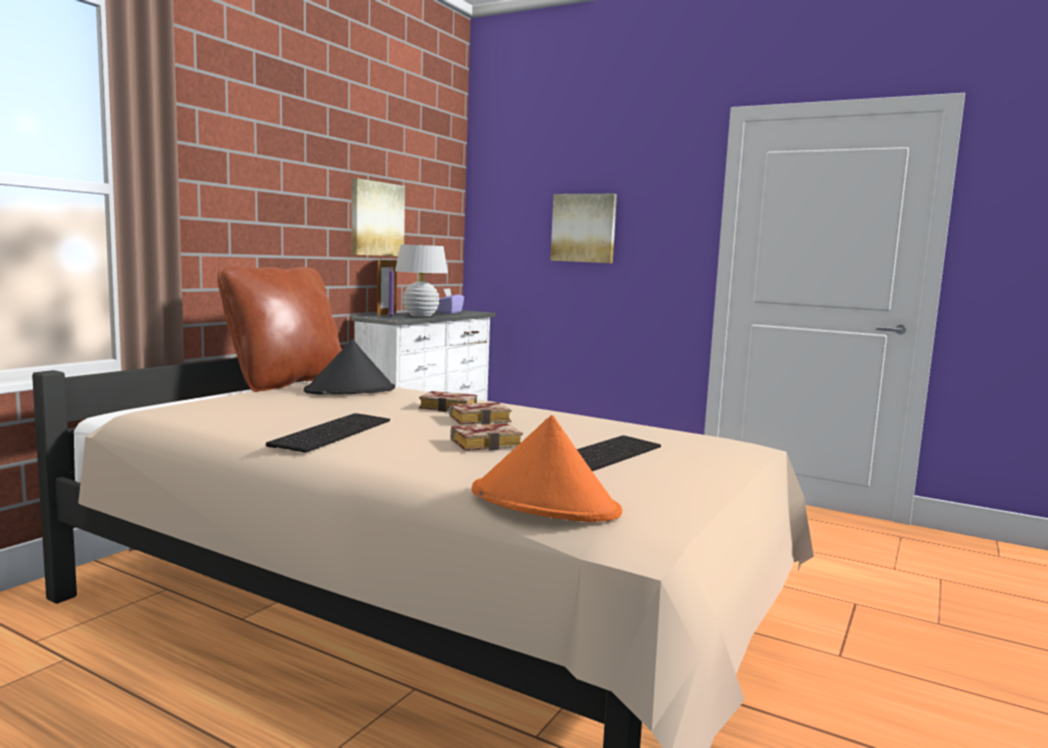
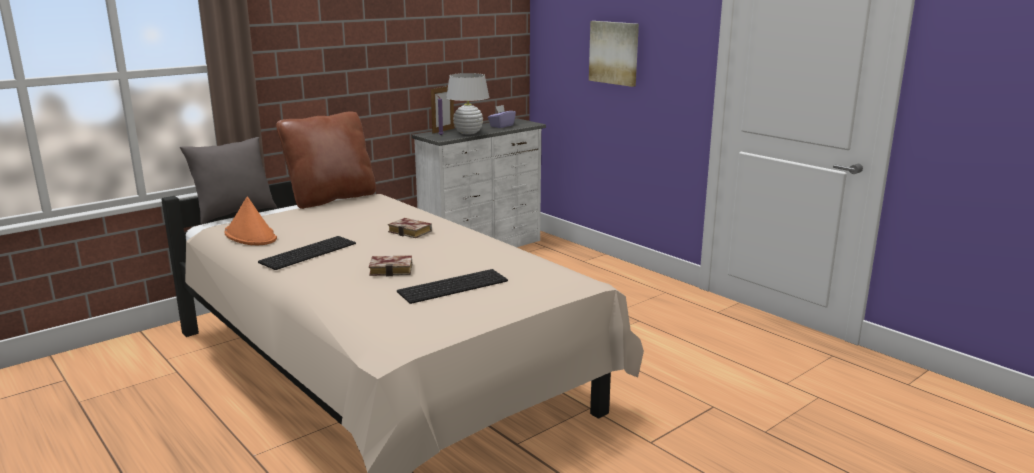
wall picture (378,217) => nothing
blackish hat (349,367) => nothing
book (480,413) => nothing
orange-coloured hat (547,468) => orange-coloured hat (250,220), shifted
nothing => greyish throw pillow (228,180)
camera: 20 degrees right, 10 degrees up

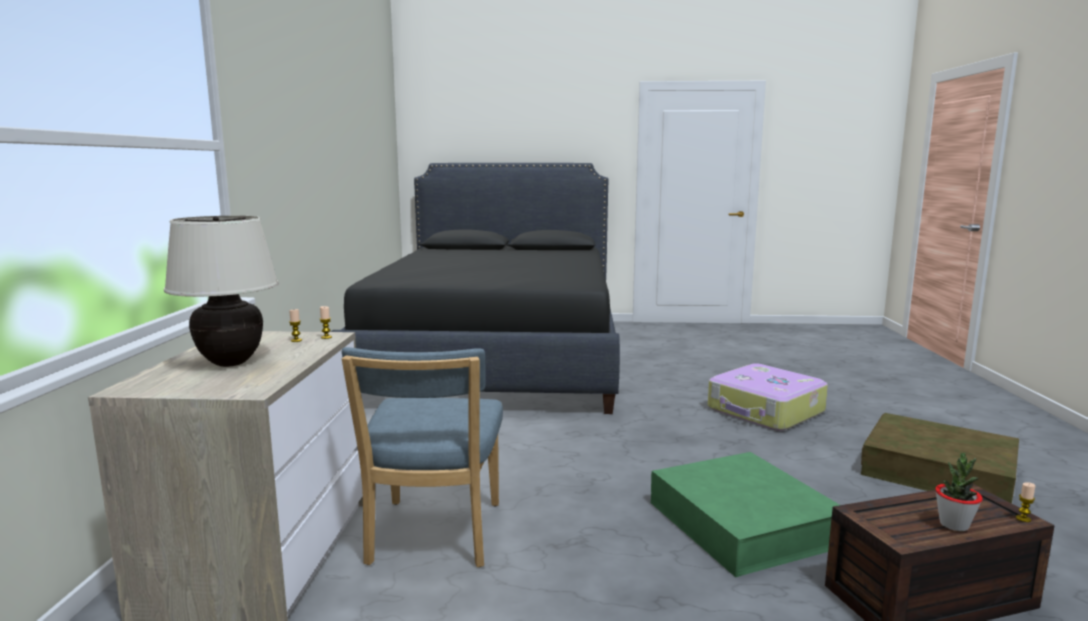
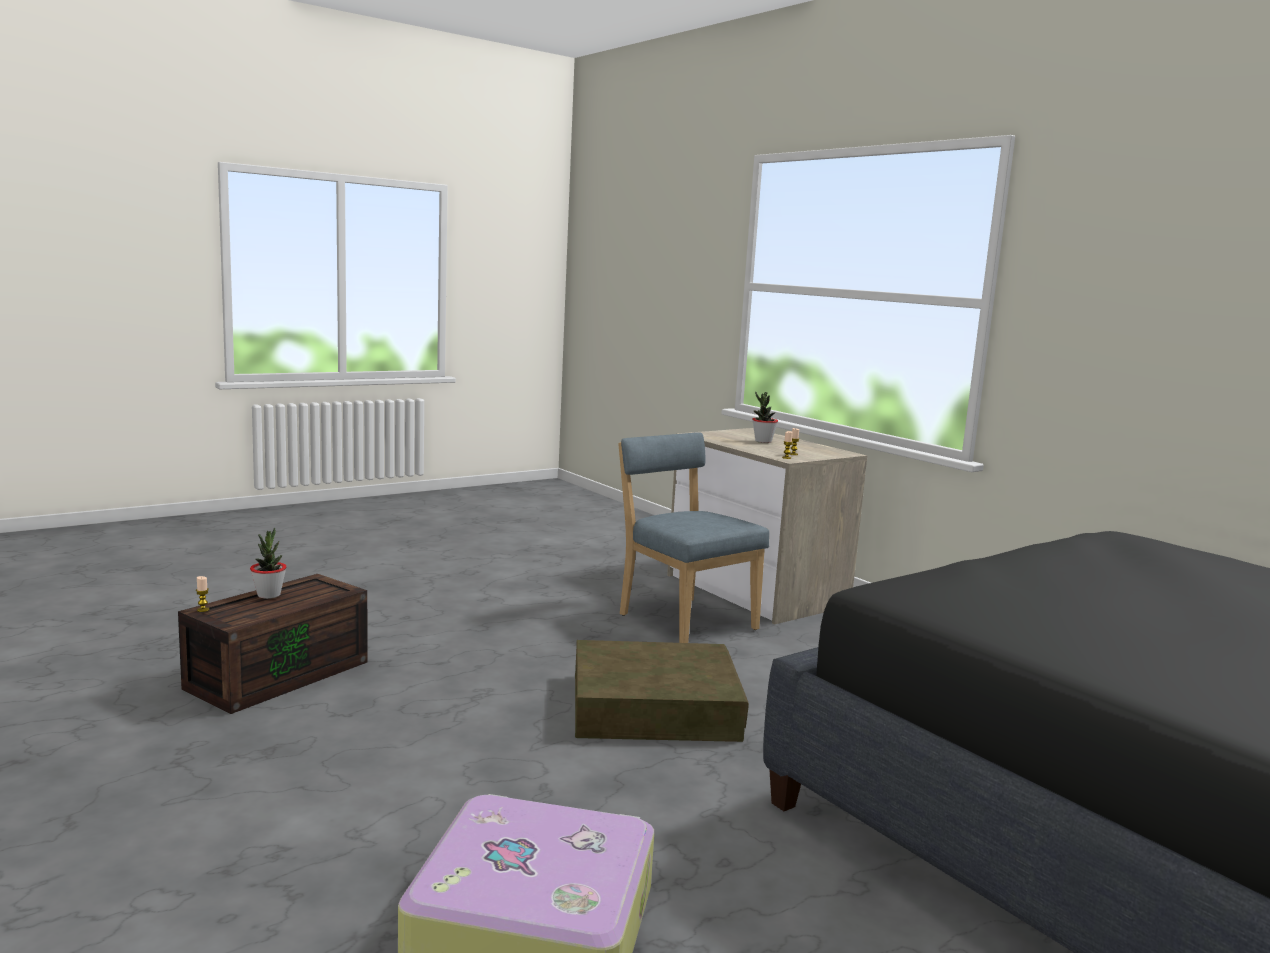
beige lamp for a table (221,291) => houseplant (765,417)
brownish storage bin (940,458) => brownish storage bin (662,691), shifted
greenish storage bin (745,514) => nothing
camera: 140 degrees right, 0 degrees up

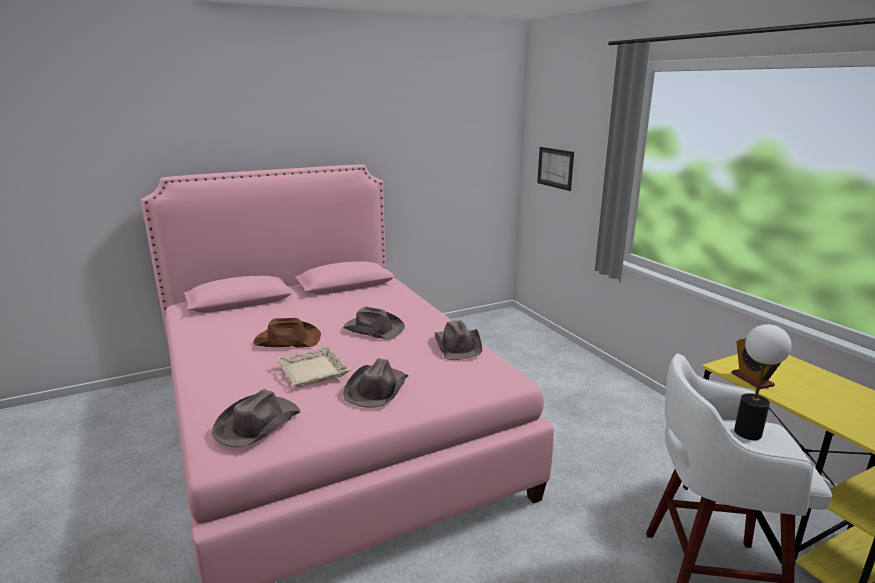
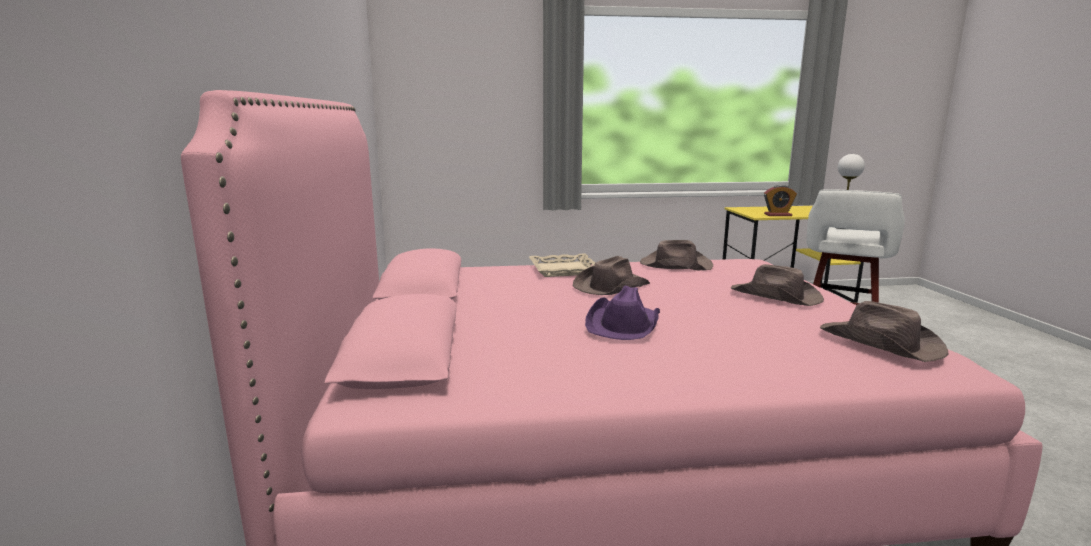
wall picture (555,169) => nothing
brownish hat (287,333) => purple-coloured hat (622,313)
beige tray (313,366) => beige tray (562,265), shifted
camera: 70 degrees left, 5 degrees down

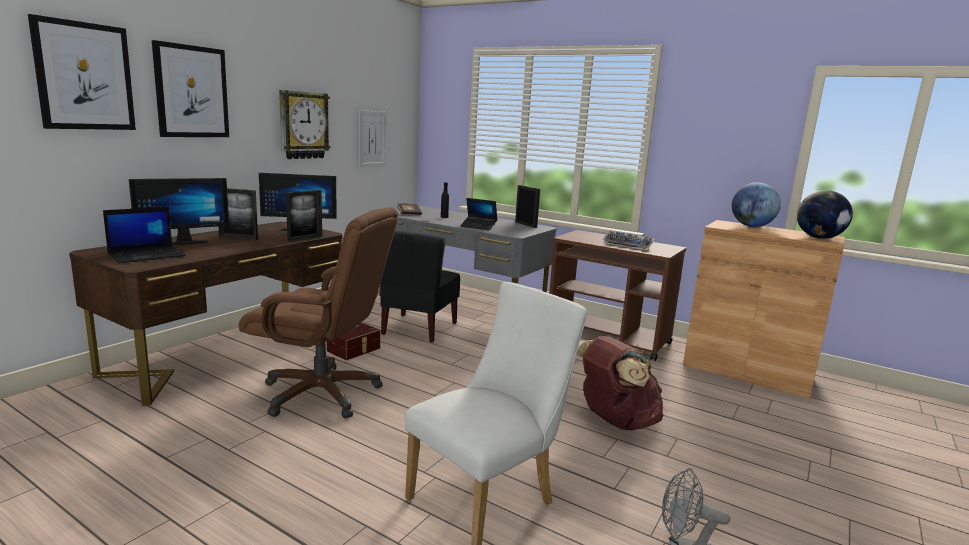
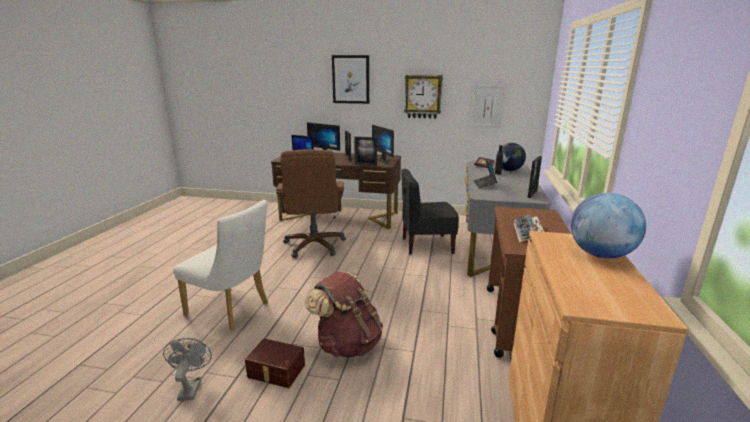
wall picture (82,72) => nothing
world globe (825,214) => world globe (511,157), shifted
brownish storage bin (353,341) => brownish storage bin (275,363), shifted
camera: 70 degrees right, 5 degrees up

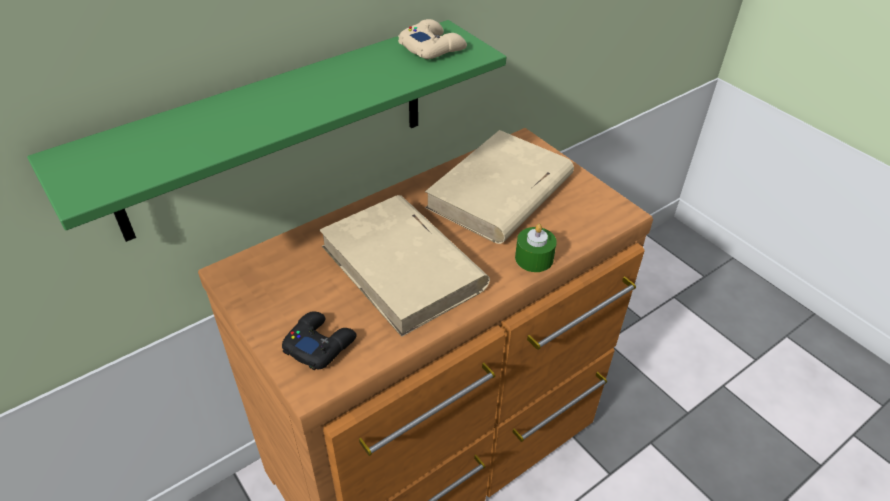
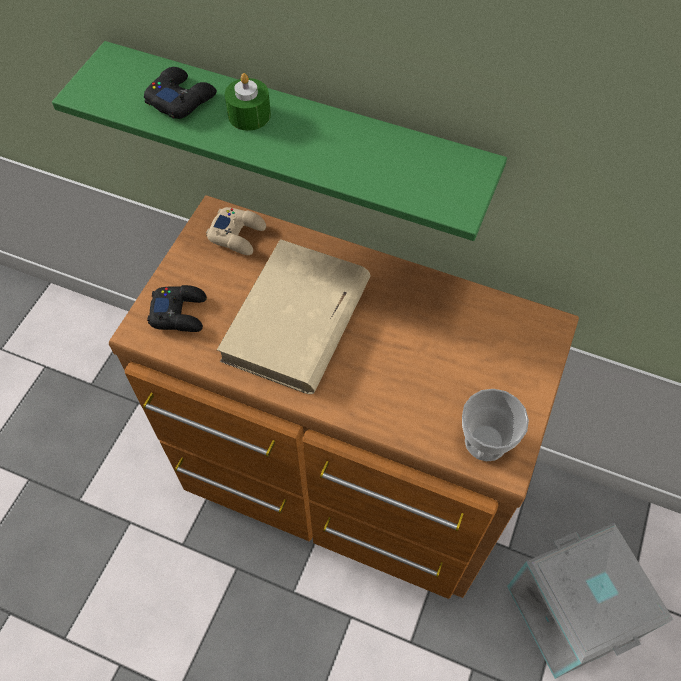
beige joypad (432,39) => beige joypad (236,231), shifted
beige book (499,187) => nothing
greenish wax candle (536,248) => greenish wax candle (248,102), shifted
nothing => blackish joypad (180,93)
nothing => drinking cup (495,425)
nothing => greyish storage bin (590,601)
camera: 60 degrees right, 15 degrees up

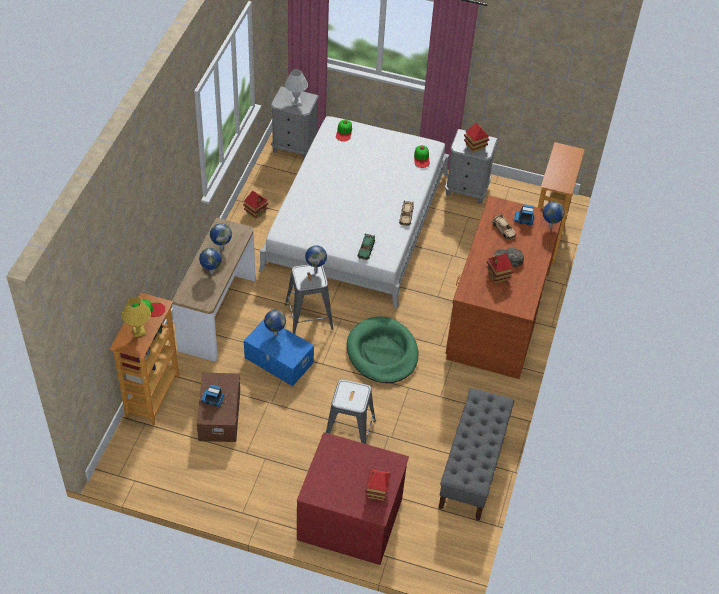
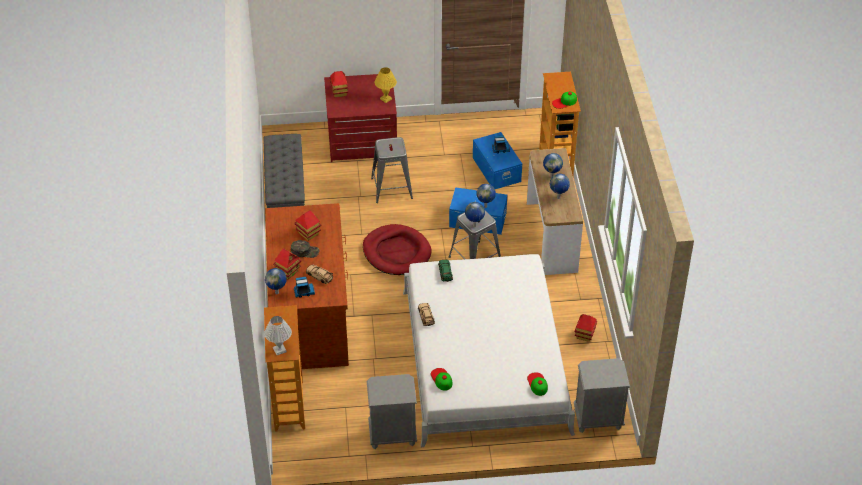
whitish lamp for a table (296,87) => whitish lamp for a table (278,335), shifted
model house (477,138) => model house (287,264), shifted
yellowish lamp for a table (136,317) => yellowish lamp for a table (385,85), shifted
greenish dog bed (383,350) => reddish dog bed (397,249)
brownish storage bin (218,407) => blue storage bin (497,160)
camera: 160 degrees right, 5 degrees down

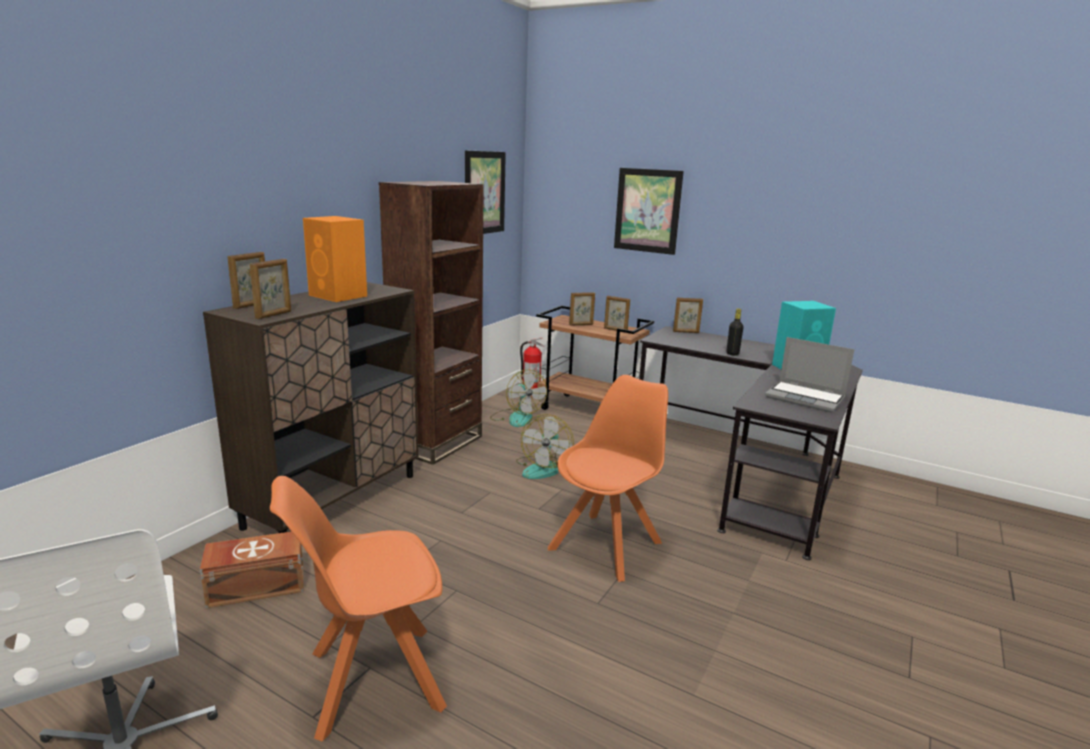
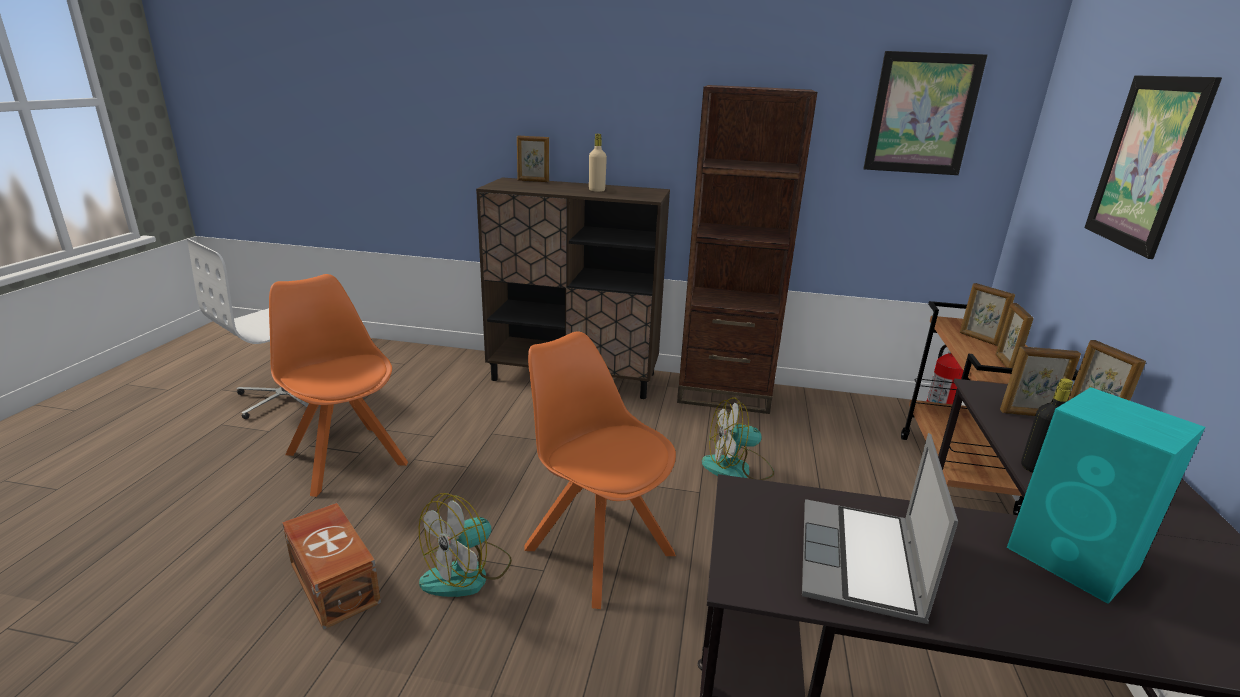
orange-coloured loudspeaker (335,259) => beige bottle (598,163)
photo frame (270,289) => photo frame (1040,381), shifted
fan (518,398) => fan (465,545), shifted
orange-coloured upright chair (608,478) => orange-coloured upright chair (600,470), 150 degrees counterclockwise
brownish storage bin (251,570) => brownish storage bin (331,566), shifted
camera: 70 degrees right, 5 degrees up

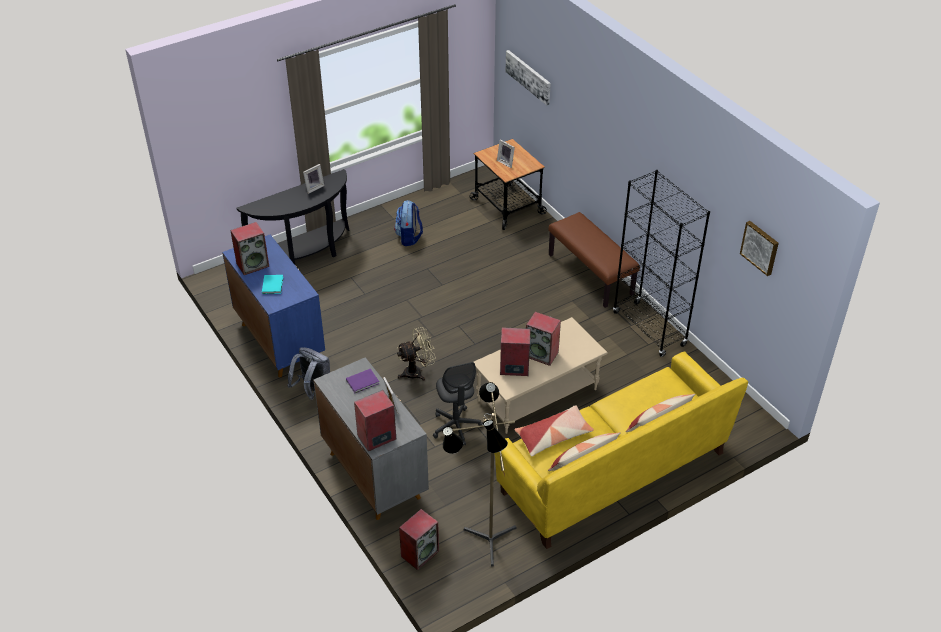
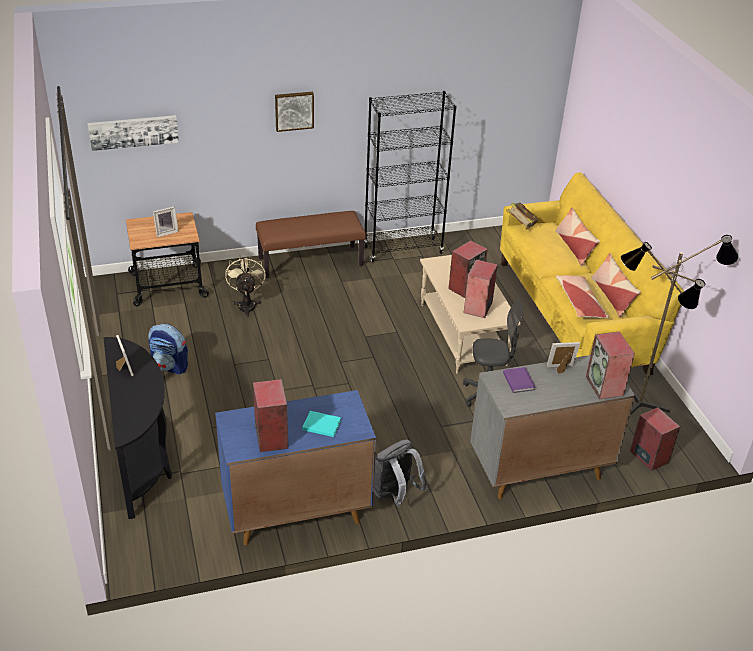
wall picture (759,248) => wall picture (294,112), shifted
beige fan (416,354) => beige fan (245,286), shifted
nothing => book (522,215)
camera: 75 degrees left, 5 degrees down

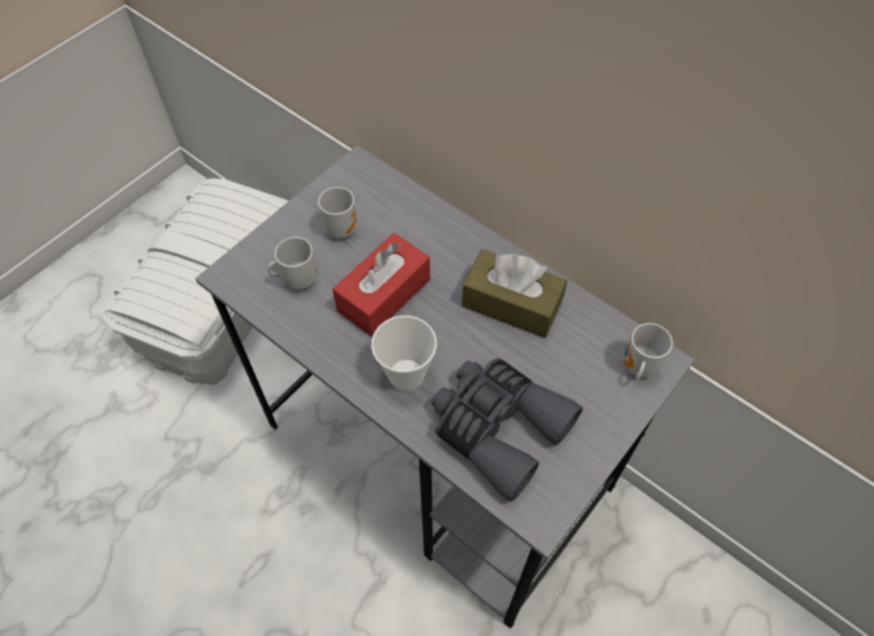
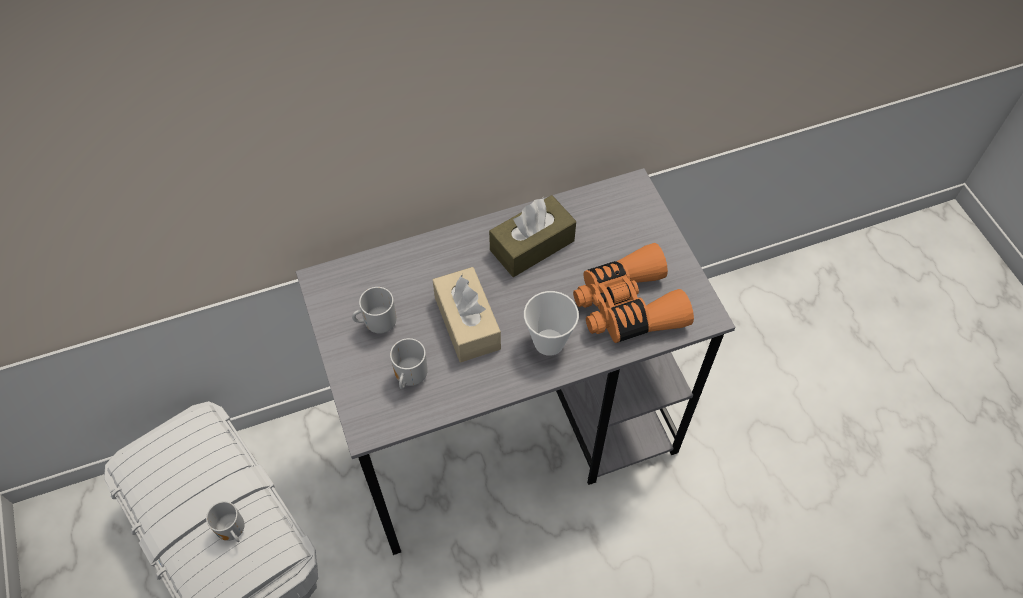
reddish box of tissues (381,284) => beige box of tissues (467,314)
tea mug (648,351) => tea mug (225,521), shifted
greyish binoculars (507,430) => orange-coloured binoculars (633,293)
camera: 60 degrees left, 0 degrees up

